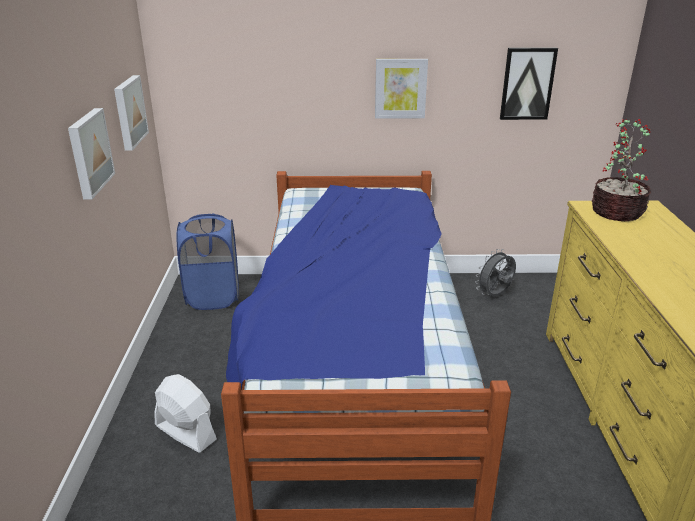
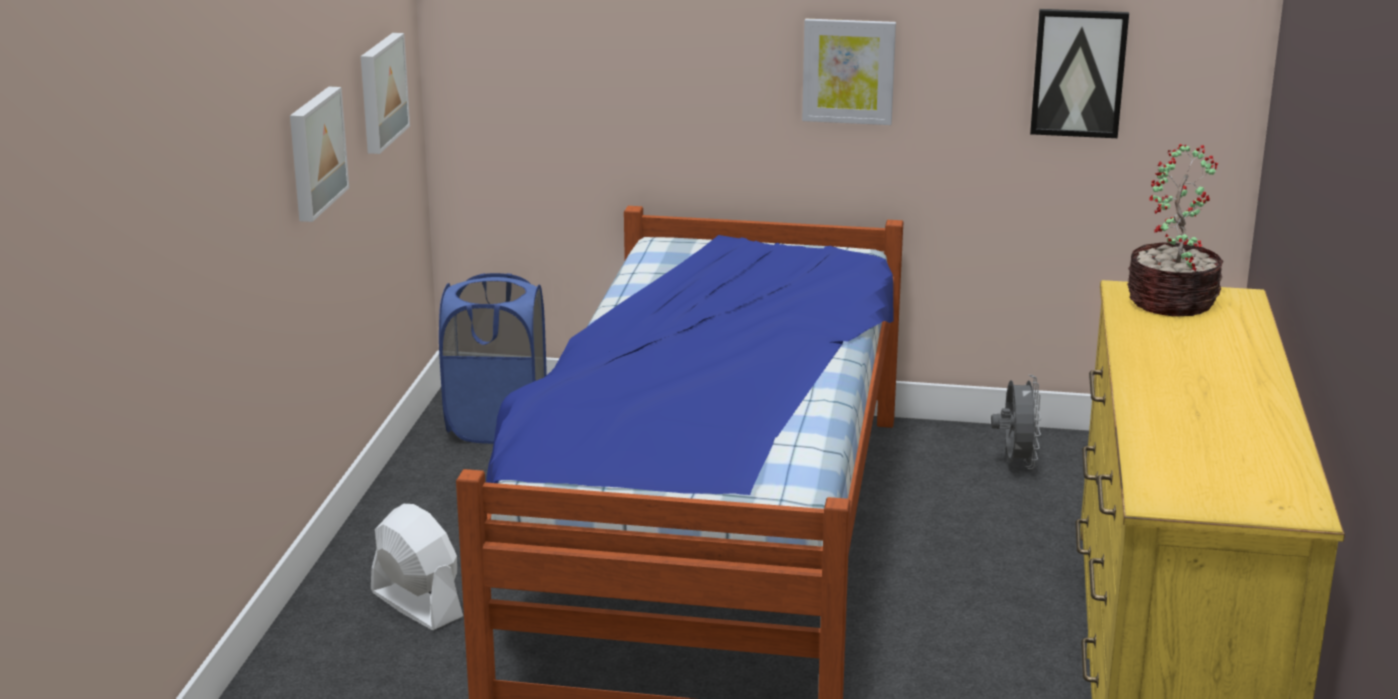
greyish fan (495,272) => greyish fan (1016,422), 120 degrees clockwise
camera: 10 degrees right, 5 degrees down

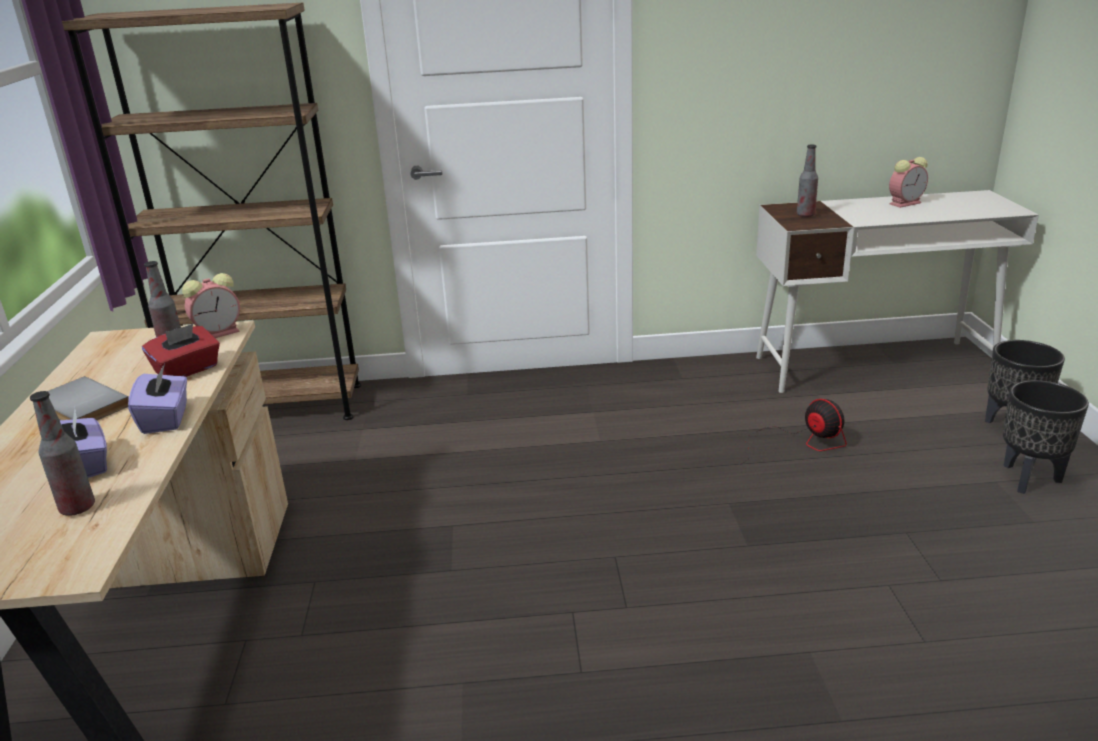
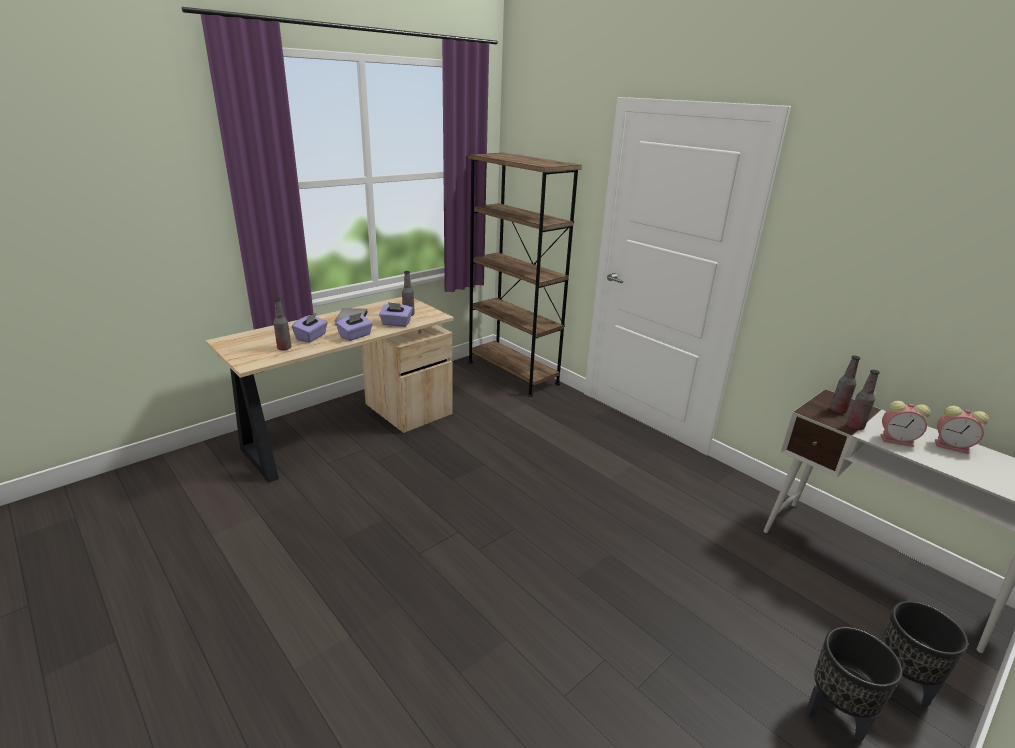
bedside clock (211,305) => bedside clock (905,424), shifted
reddish box of tissues (181,350) => purple-coloured box of tissues (395,314)
fan (792,432) => nothing
nothing => bottle (863,400)
camera: 50 degrees right, 0 degrees up

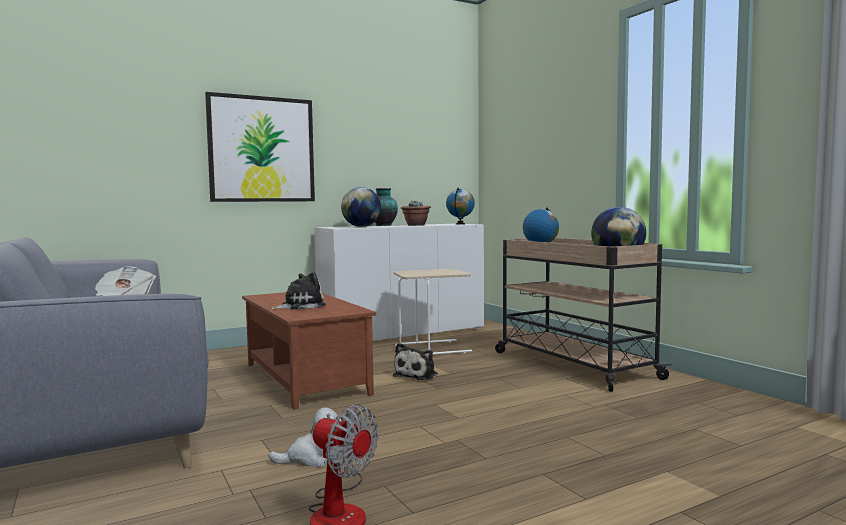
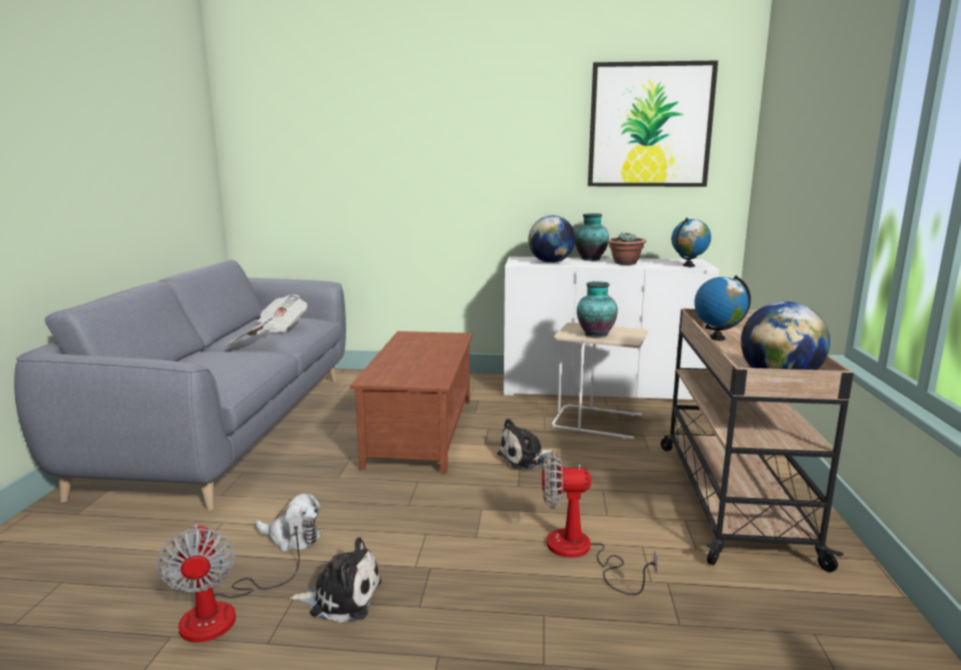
wall picture (260,147) => wall picture (653,123), shifted
soft toy (298,291) => soft toy (335,580), shifted
nothing => decorative vase (597,309)
nothing => fan (600,523)
camera: 35 degrees right, 10 degrees up

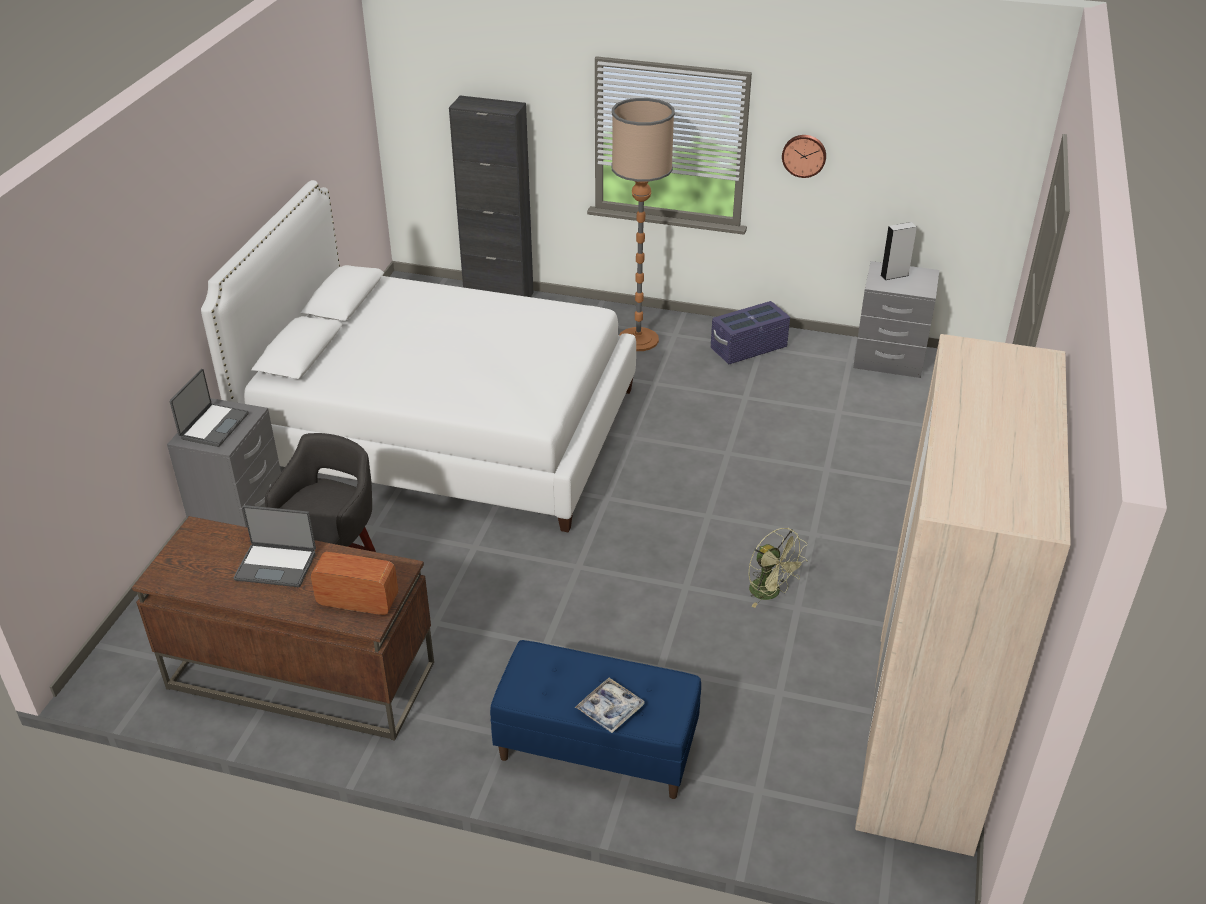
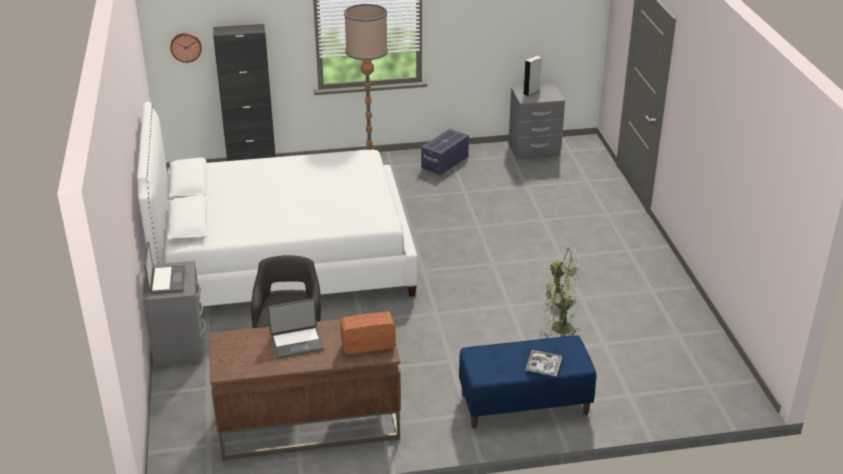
wall clock (804,156) => wall clock (186,48), shifted
beige wardrobe (963,595) => nothing
nothing => greenish fan (561,307)
camera: 25 degrees left, 5 degrees down

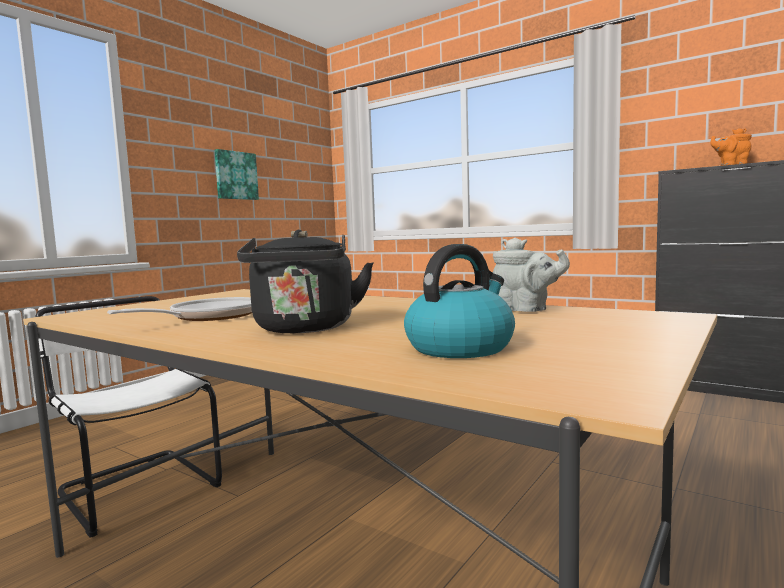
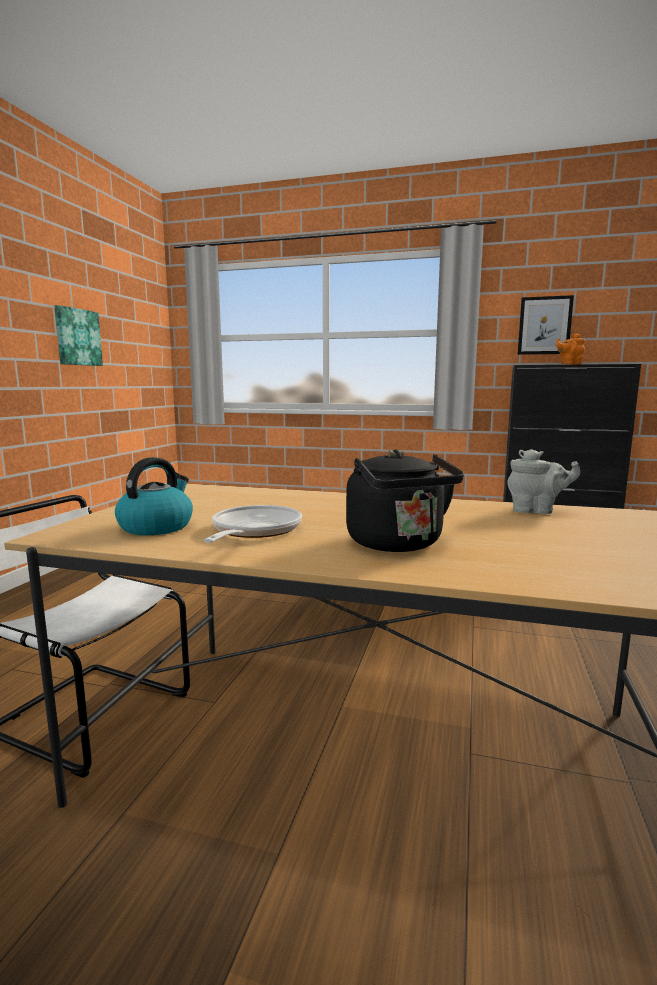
kettle (459,301) => kettle (154,496), shifted
nothing => wall picture (545,325)
camera: 20 degrees left, 5 degrees up

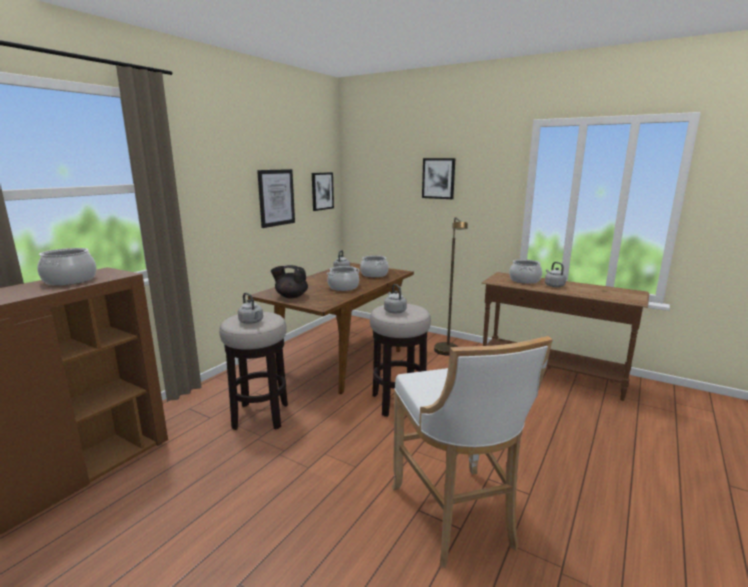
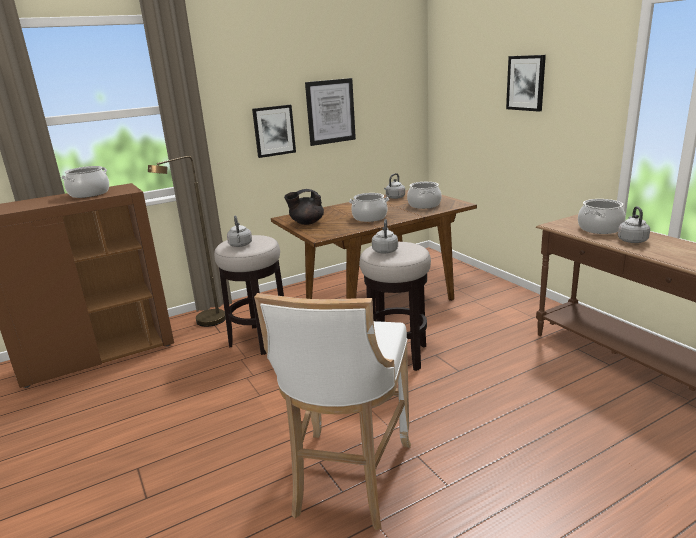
wall picture (323,191) => wall picture (274,131), shifted
brownish floor lamp (450,286) => brownish floor lamp (187,241), shifted
blackish pot for tea (289,282) => blackish pot for tea (304,207), 60 degrees counterclockwise
camera: 30 degrees right, 5 degrees up

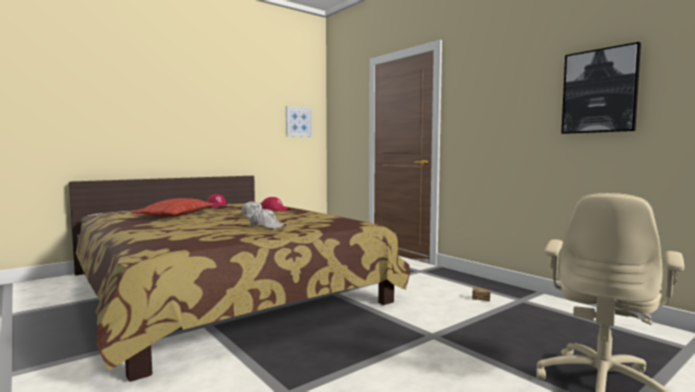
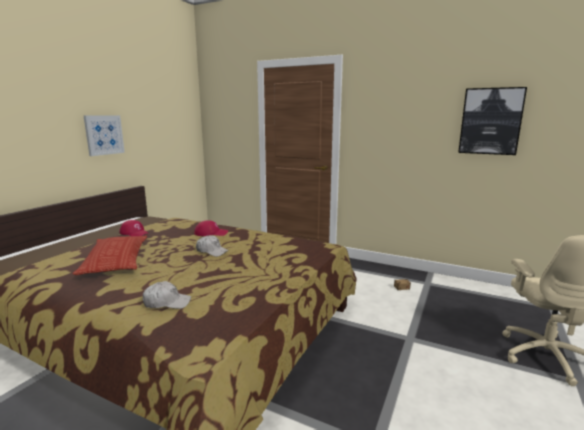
wall picture (299,121) => wall picture (104,135), shifted
whitish peaked cap (268,219) => whitish peaked cap (167,295), shifted
camera: 25 degrees left, 10 degrees up

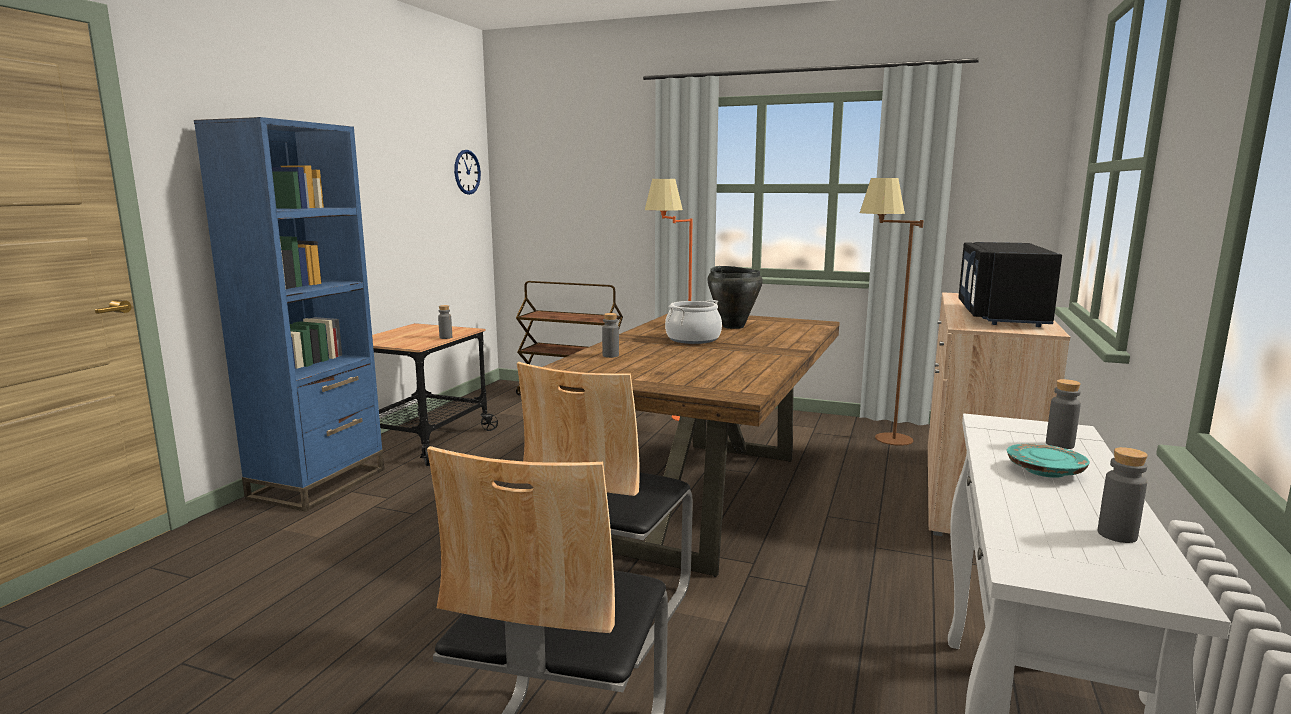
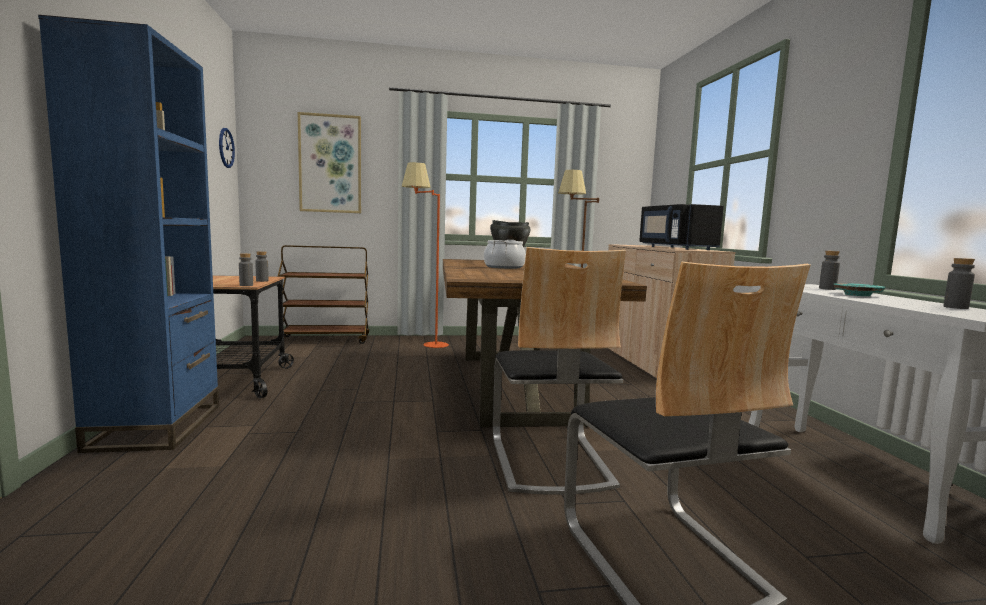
greyish bottle (610,335) => greyish bottle (246,269), shifted
nothing => wall picture (329,162)
camera: 30 degrees left, 5 degrees down

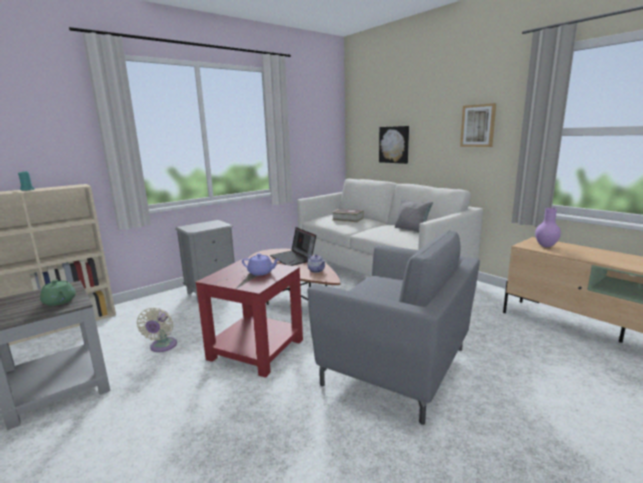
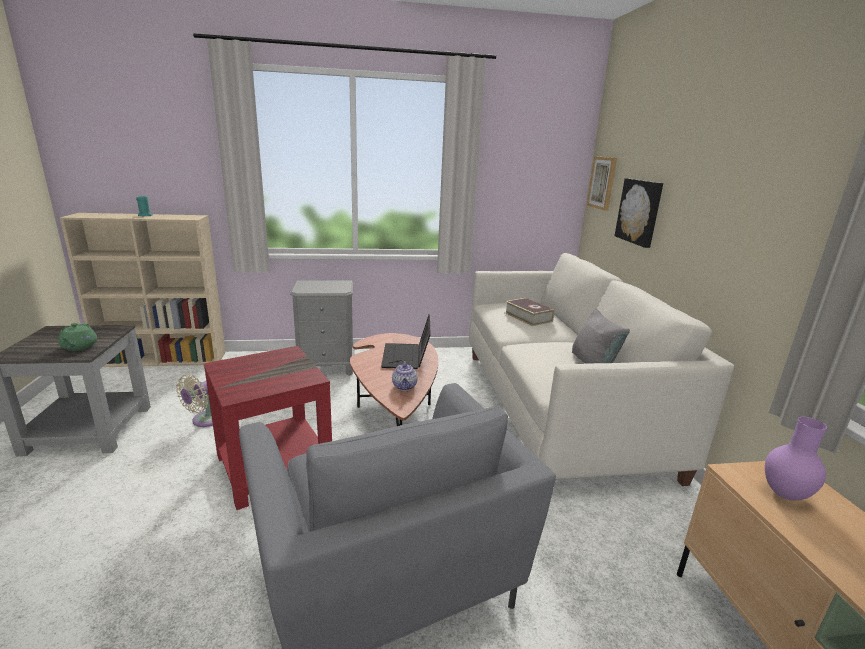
wall picture (478,125) => wall picture (602,183), shifted
purple-coloured pot for tea (260,264) => nothing
camera: 30 degrees right, 5 degrees up

